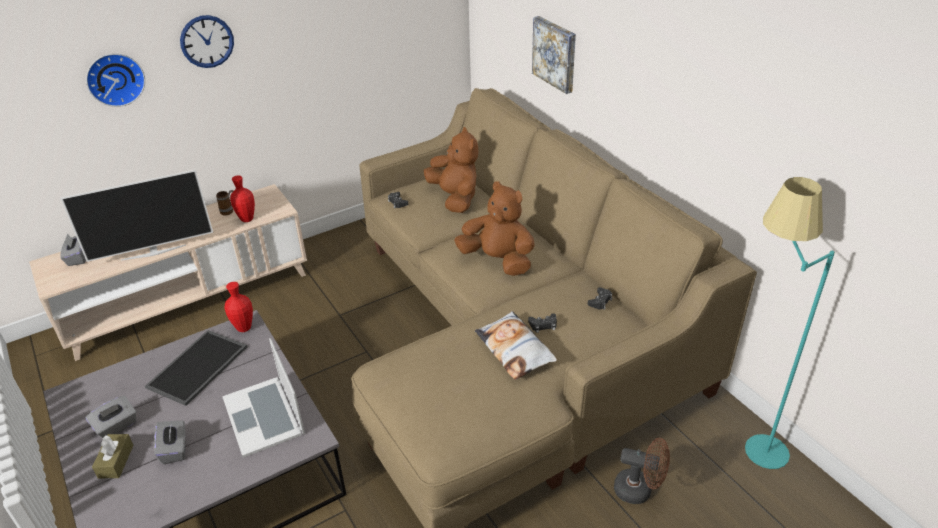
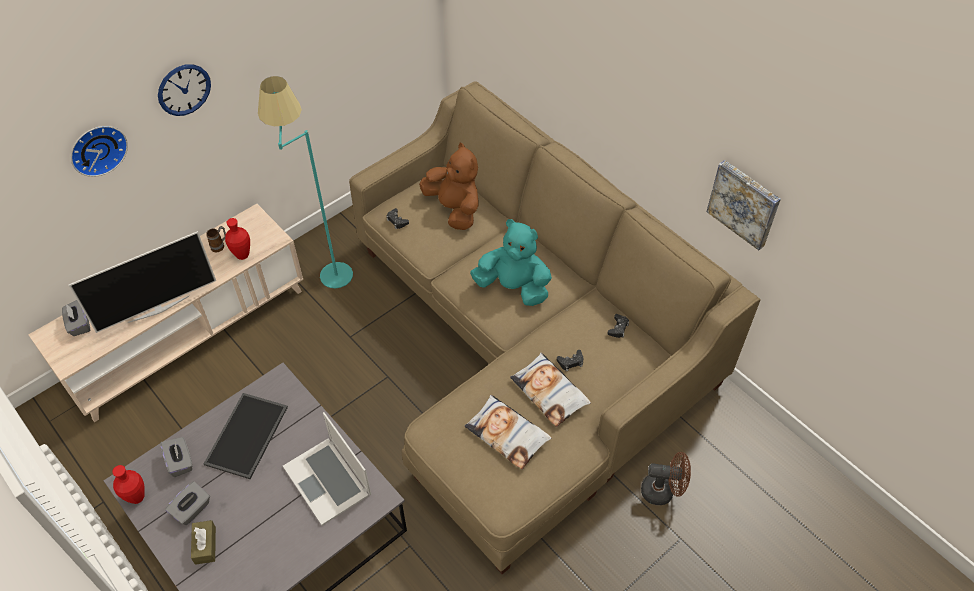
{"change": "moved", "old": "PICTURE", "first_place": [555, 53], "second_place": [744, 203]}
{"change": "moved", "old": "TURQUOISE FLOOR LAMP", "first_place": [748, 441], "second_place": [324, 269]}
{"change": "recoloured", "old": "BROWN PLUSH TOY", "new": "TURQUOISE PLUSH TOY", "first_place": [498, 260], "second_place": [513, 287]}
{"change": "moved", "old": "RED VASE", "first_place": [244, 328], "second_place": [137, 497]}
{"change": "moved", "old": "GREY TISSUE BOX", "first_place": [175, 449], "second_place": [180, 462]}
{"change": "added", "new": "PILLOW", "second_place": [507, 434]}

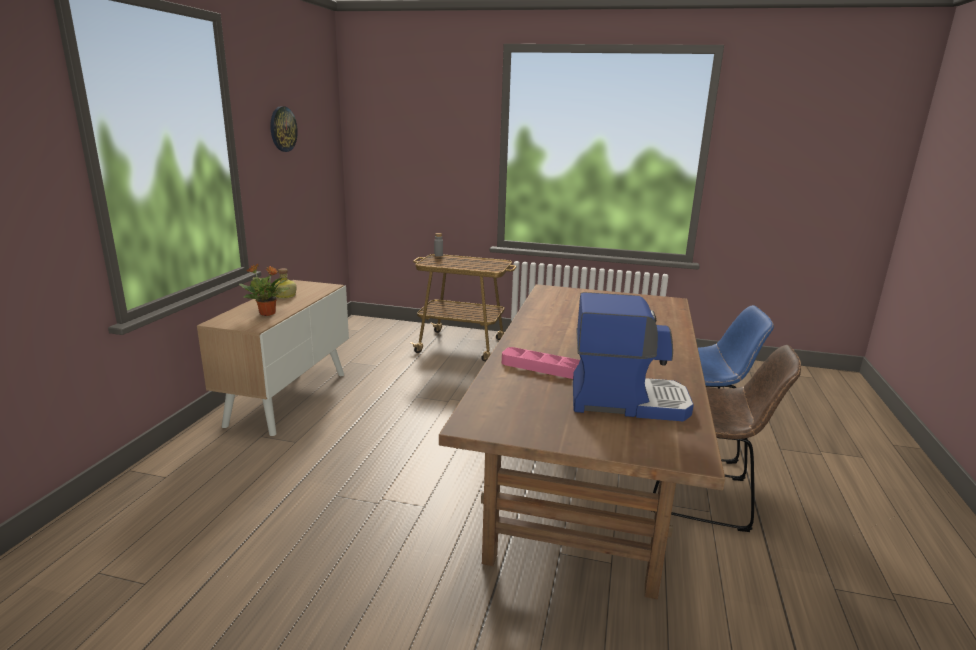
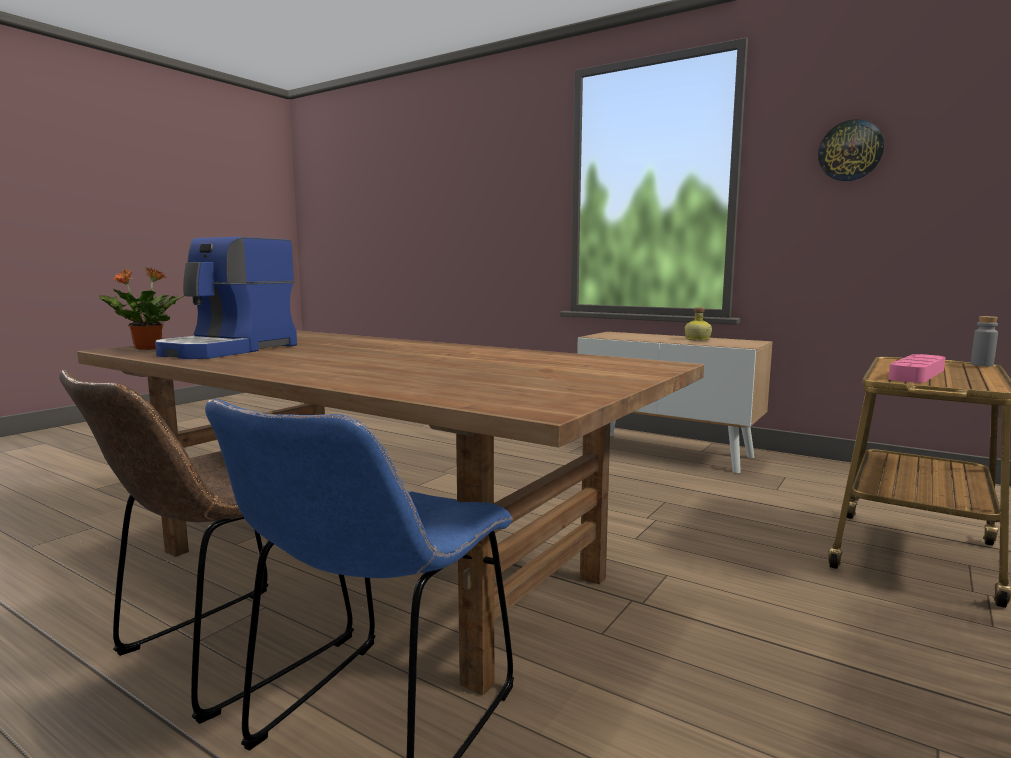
{"change": "moved", "old": "POTTED PLANT", "first_place": [268, 314], "second_place": [146, 348]}
{"change": "moved", "old": "PINK TRAY", "first_place": [542, 367], "second_place": [917, 374]}

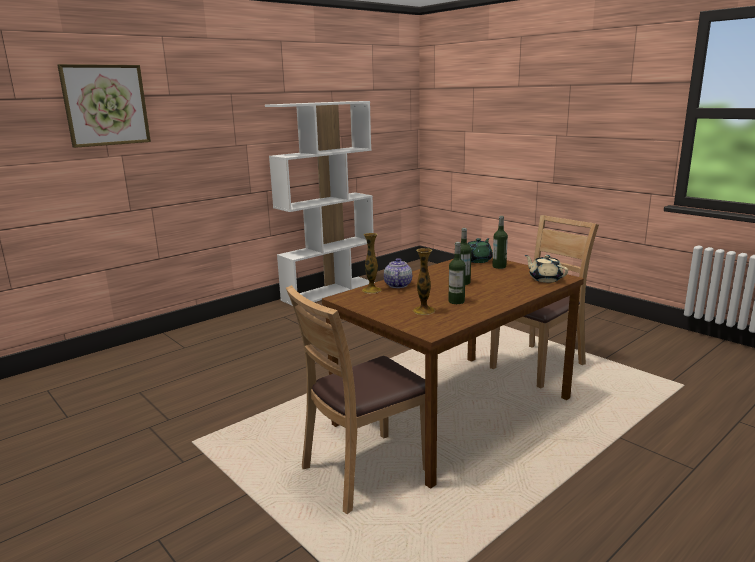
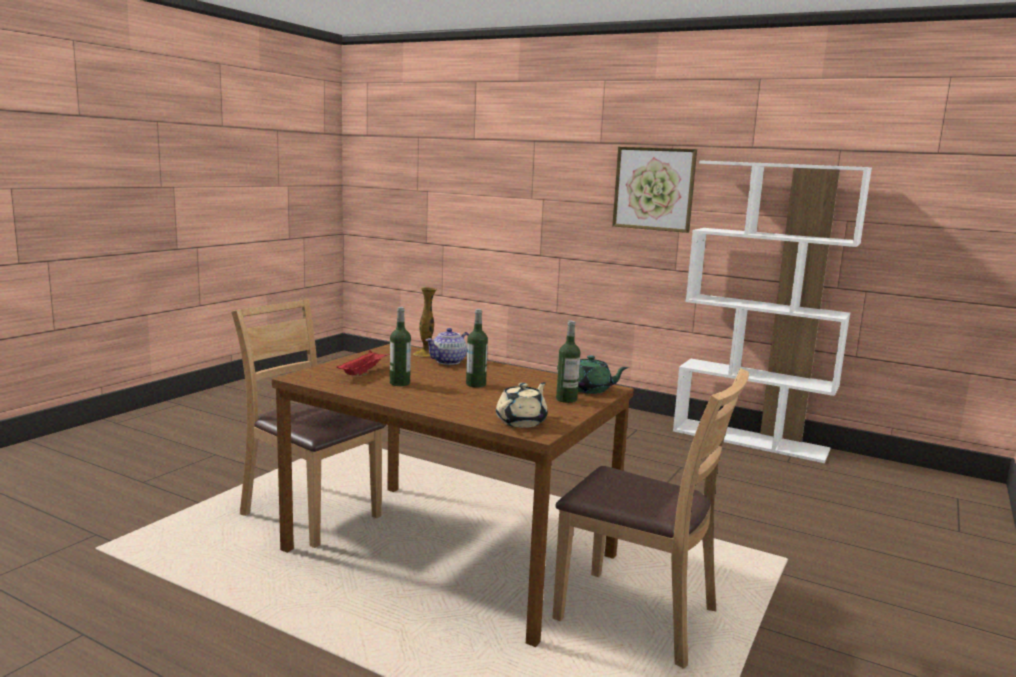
{"change": "moved", "old": "PICTURE", "first_place": [106, 105], "second_place": [654, 189]}
{"change": "replaced", "old": "VASE", "new": "RED TRAY", "first_place": [423, 310], "second_place": [363, 373]}
{"change": "turned", "old": "TEAPOT", "first_place": [397, 285], "second_place": [449, 361], "degrees": 150}

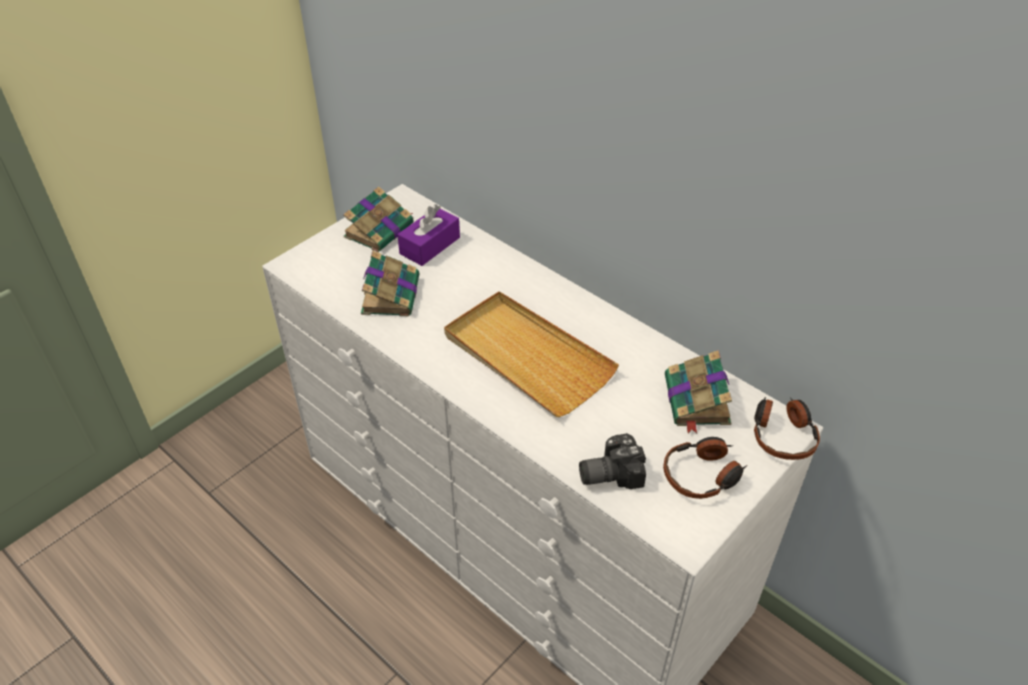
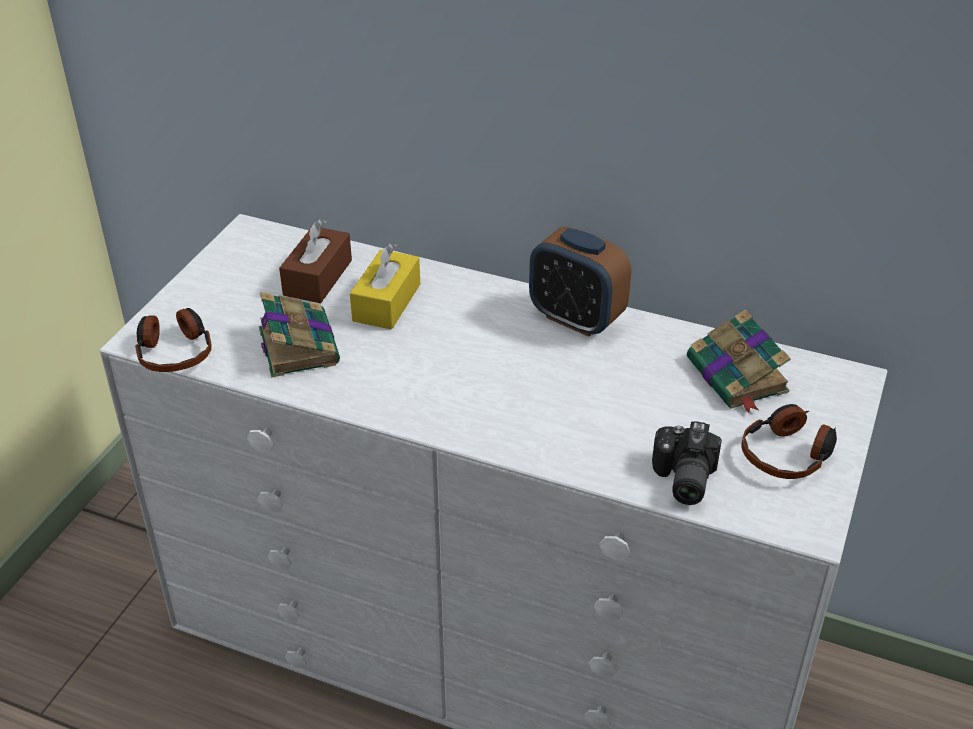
{"change": "removed", "old": "BOOK", "first_place": [380, 229]}
{"change": "recoloured", "old": "PURPLE TISSUE BOX", "new": "BROWN TISSUE BOX", "first_place": [430, 245], "second_place": [318, 278]}
{"change": "removed", "old": "BEIGE TRAY", "first_place": [526, 357]}
{"change": "moved", "old": "HEADPHONES", "first_place": [782, 434], "second_place": [174, 351]}
{"change": "turned", "old": "PHOTO CAMERA", "first_place": [609, 472], "second_place": [681, 479], "degrees": -45}
{"change": "added", "new": "ALARM CLOCK", "second_place": [576, 319]}
{"change": "added", "new": "YELLOW TISSUE BOX", "second_place": [386, 302]}

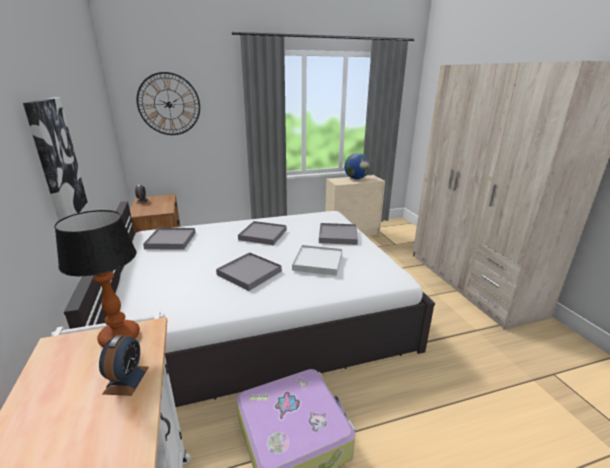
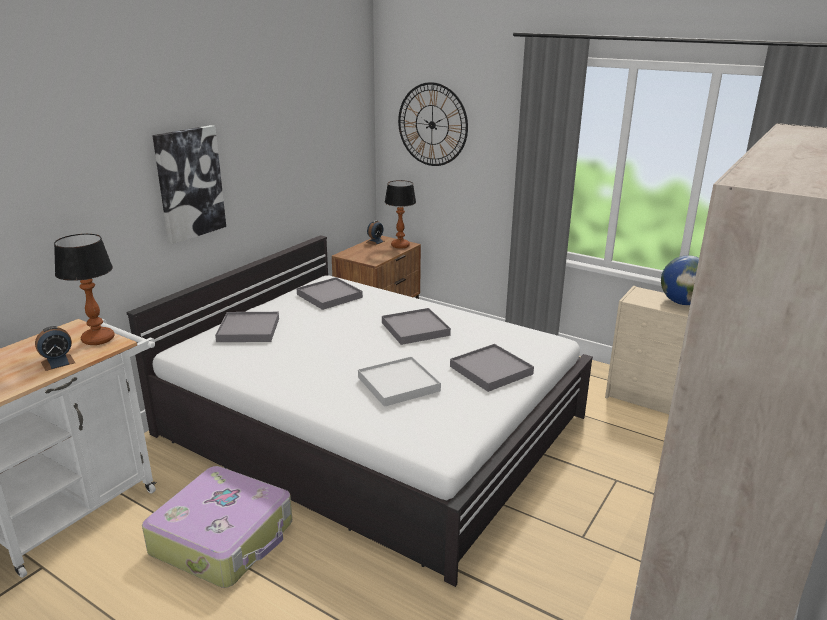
{"change": "moved", "old": "GREY TRAY", "first_place": [249, 273], "second_place": [248, 330]}
{"change": "added", "new": "TABLE LAMP", "second_place": [400, 246]}

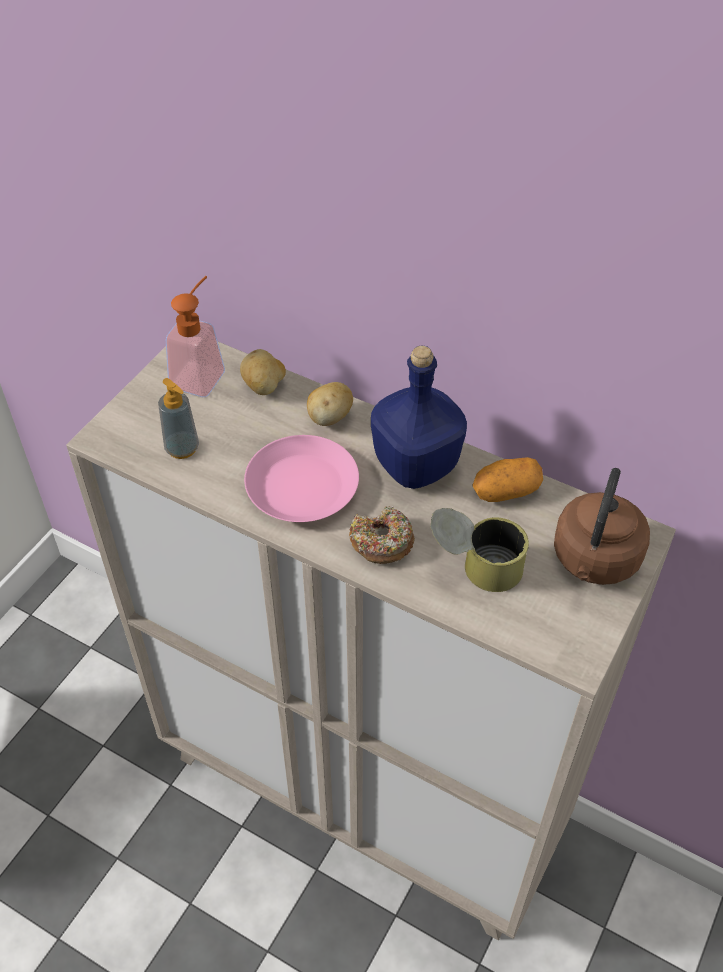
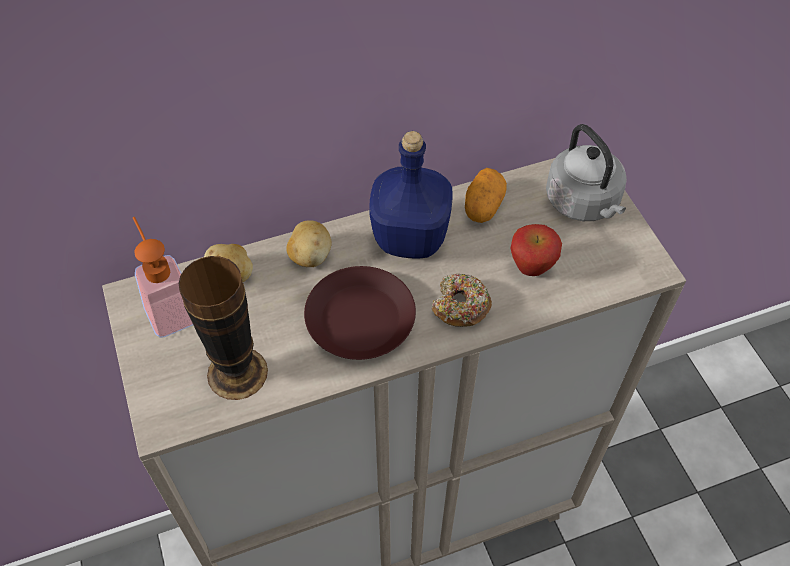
{"change": "replaced", "old": "SOAP DISPENSER", "new": "VASE", "first_place": [182, 448], "second_place": [237, 373]}
{"change": "recoloured", "old": "PINK PLATE", "new": "BROWN PLATE", "first_place": [301, 487], "second_place": [360, 320]}
{"change": "recoloured", "old": "BROWN KETTLE", "new": "GREY KETTLE", "first_place": [594, 561], "second_place": [584, 203]}
{"change": "replaced", "old": "CAN", "new": "APPLE", "first_place": [475, 566], "second_place": [531, 268]}

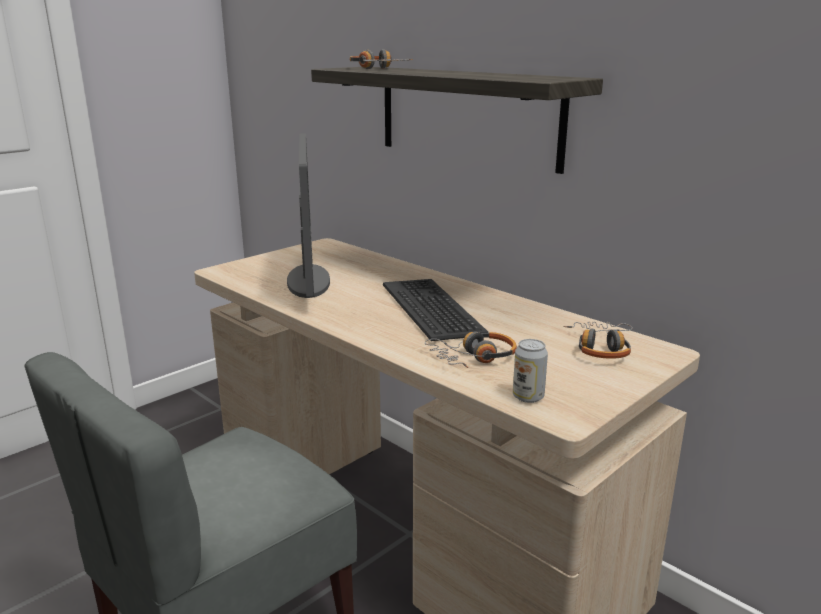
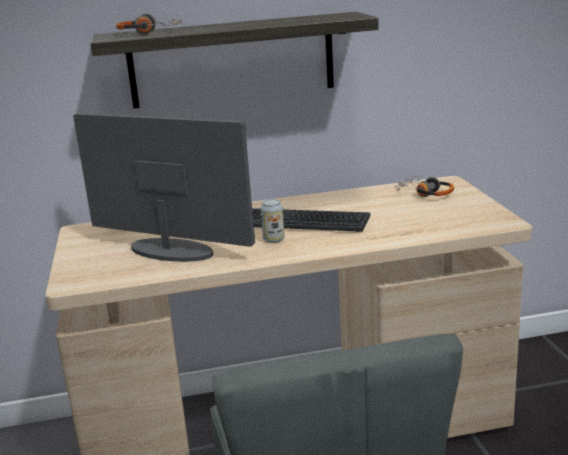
{"change": "removed", "old": "HEADPHONES", "first_place": [473, 358]}
{"change": "moved", "old": "CAN", "first_place": [528, 397], "second_place": [273, 239]}

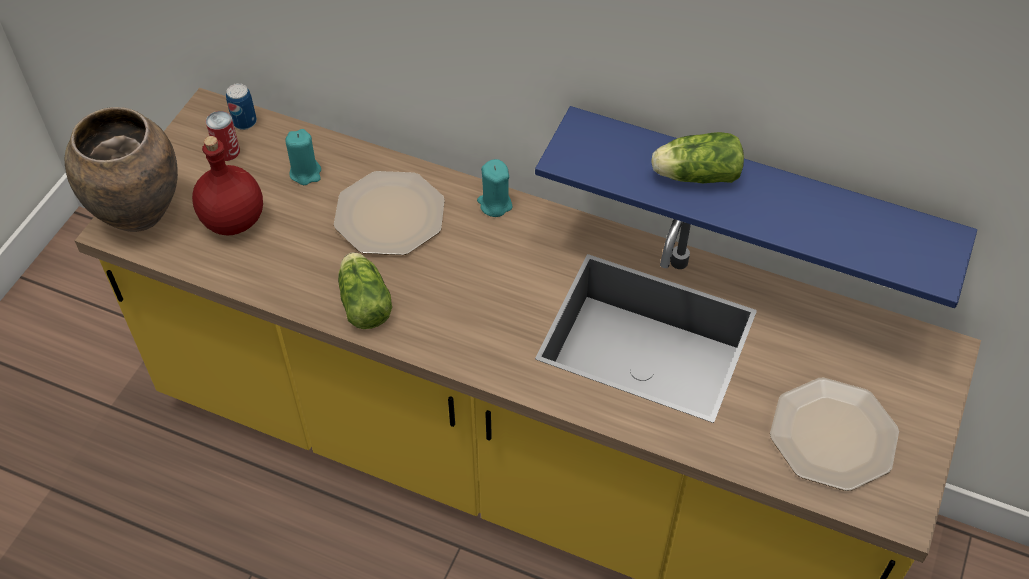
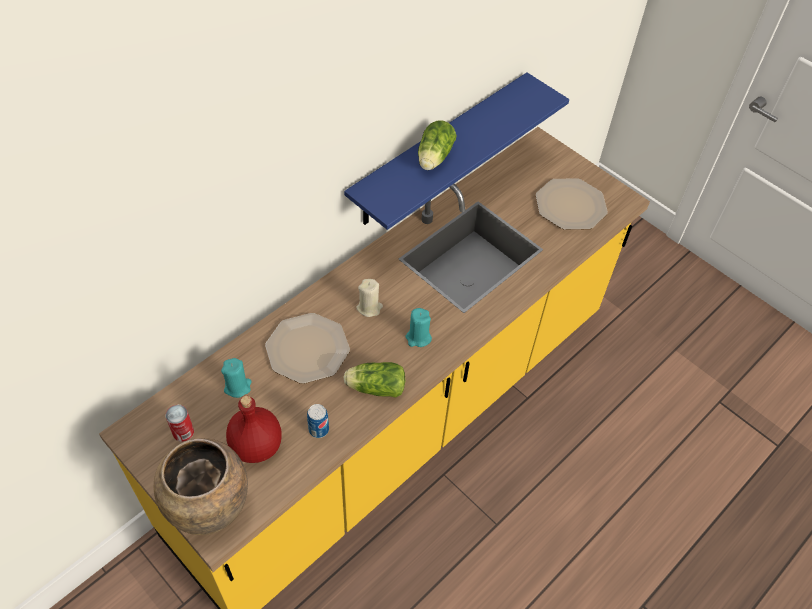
{"change": "moved", "old": "CAN", "first_place": [244, 122], "second_place": [318, 429]}
{"change": "moved", "old": "TURQUOISE CANDLE", "first_place": [495, 204], "second_place": [418, 338]}
{"change": "added", "new": "BEIGE CANDLE", "second_place": [369, 308]}

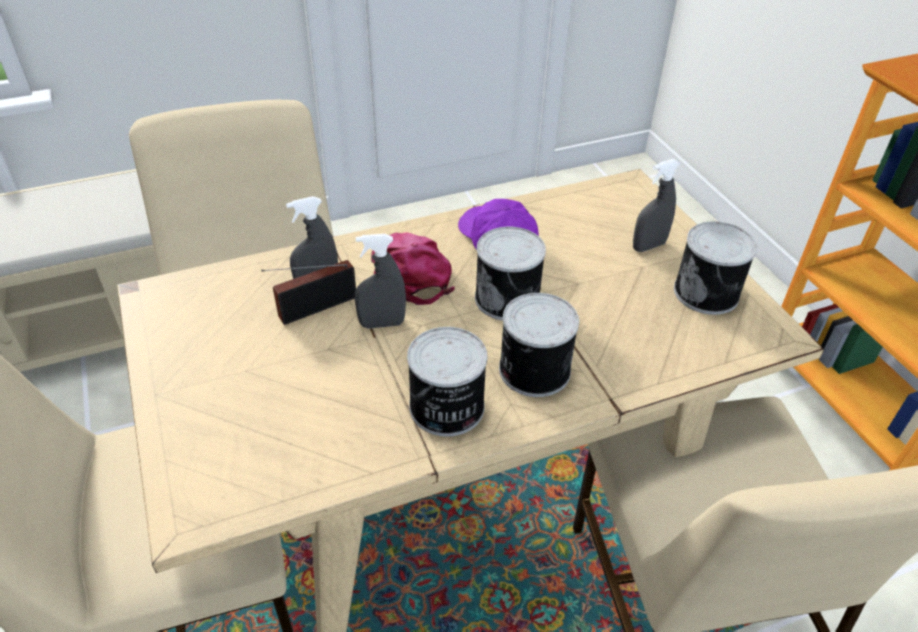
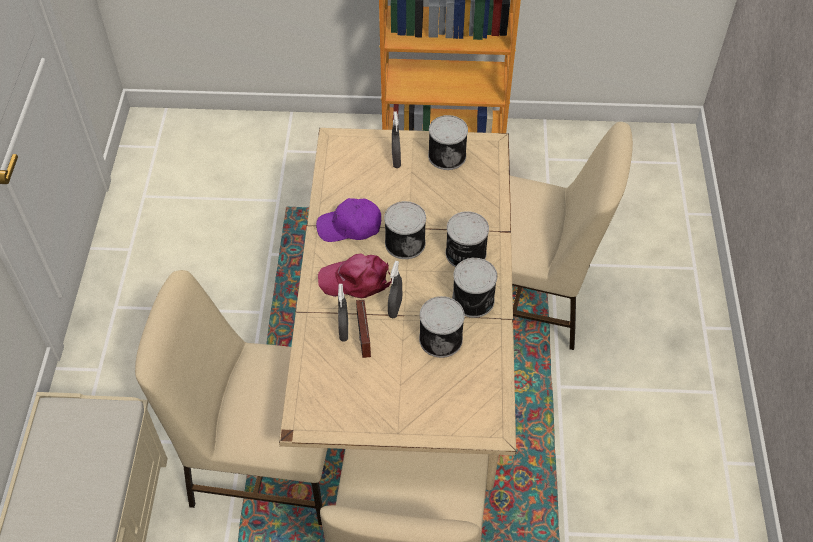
{"change": "added", "new": "CAN", "second_place": [441, 338]}

